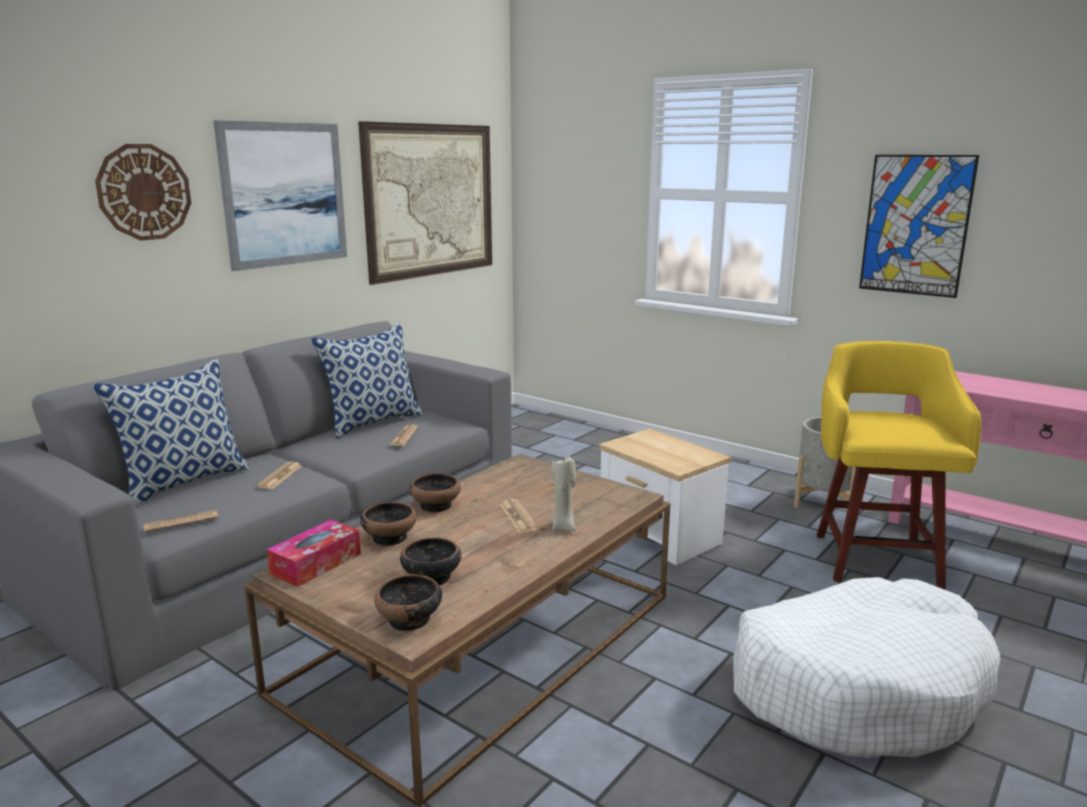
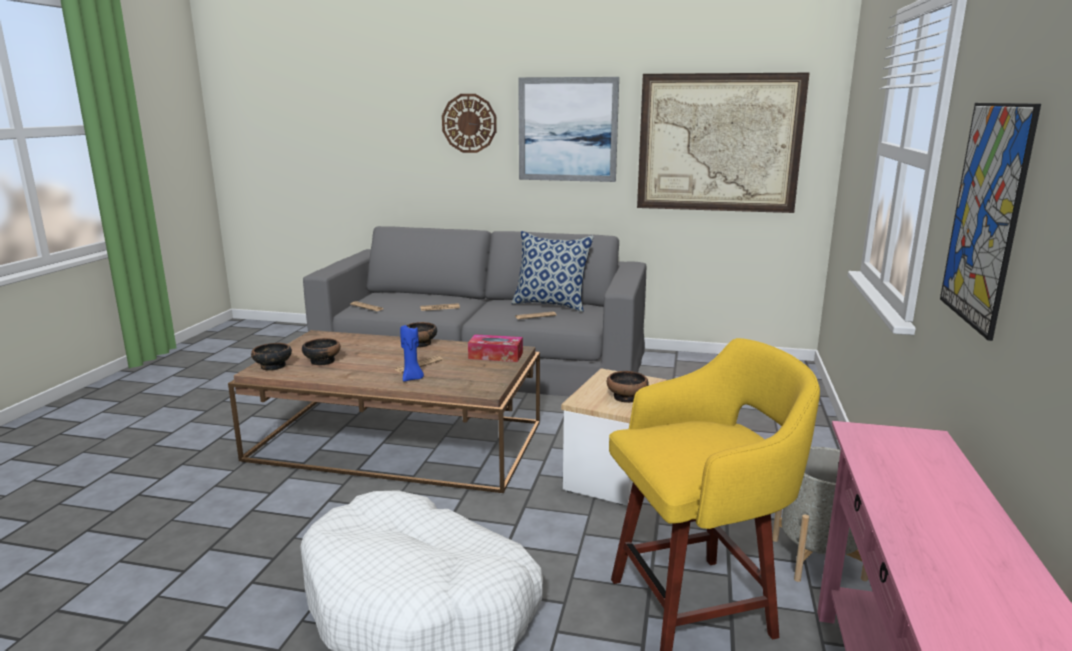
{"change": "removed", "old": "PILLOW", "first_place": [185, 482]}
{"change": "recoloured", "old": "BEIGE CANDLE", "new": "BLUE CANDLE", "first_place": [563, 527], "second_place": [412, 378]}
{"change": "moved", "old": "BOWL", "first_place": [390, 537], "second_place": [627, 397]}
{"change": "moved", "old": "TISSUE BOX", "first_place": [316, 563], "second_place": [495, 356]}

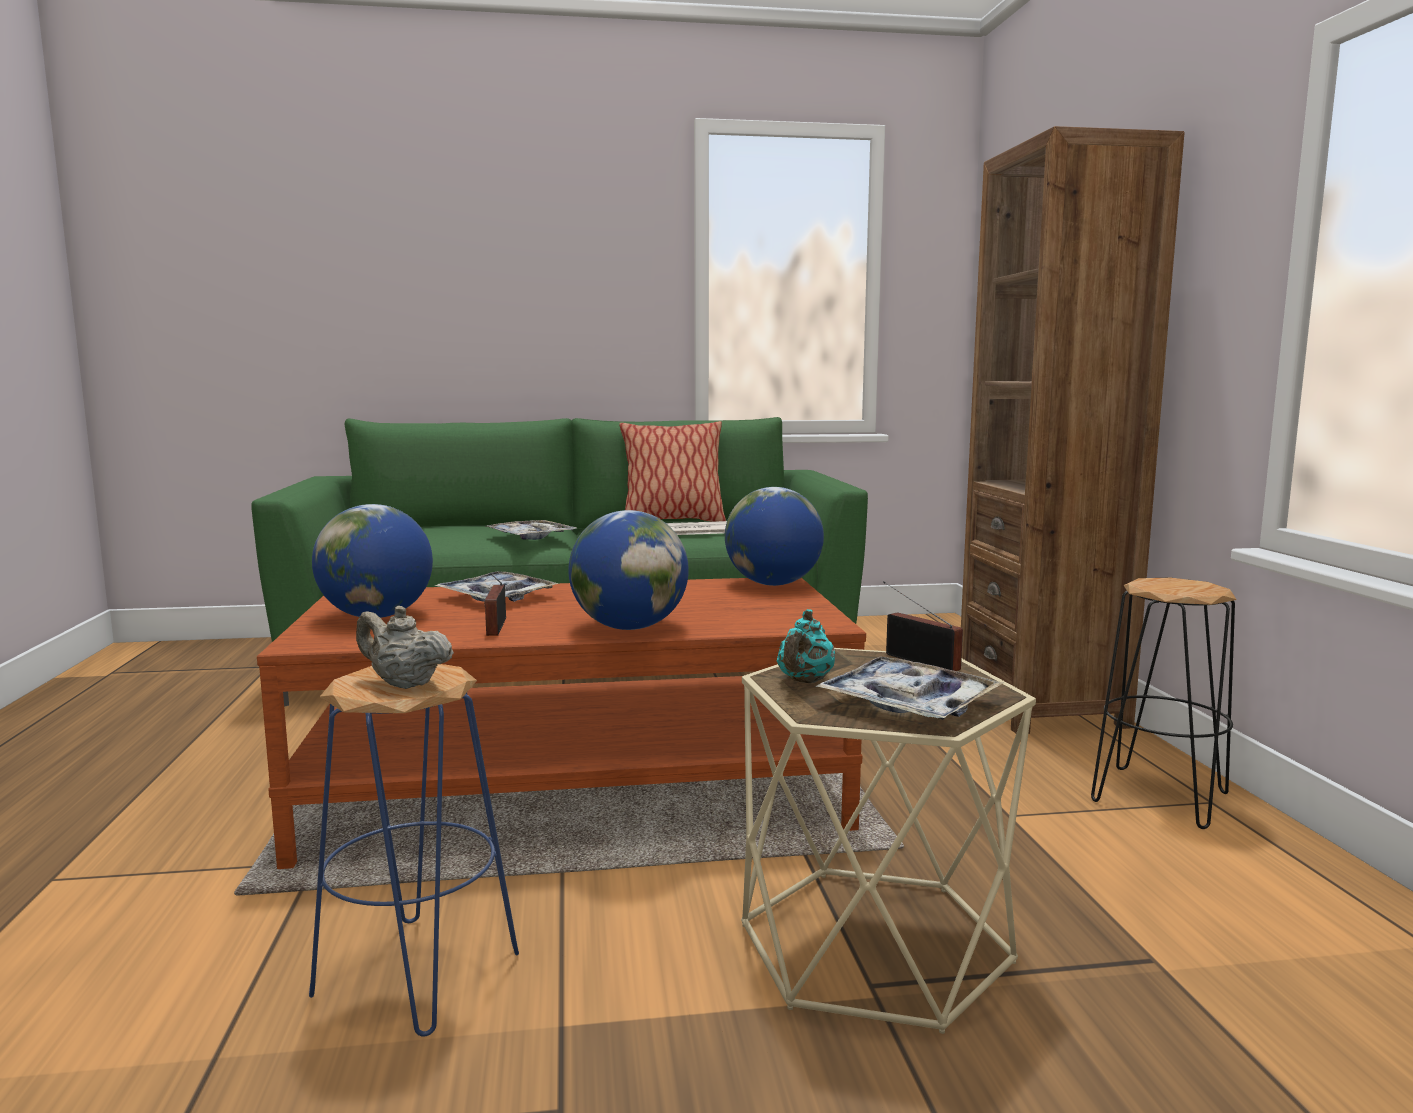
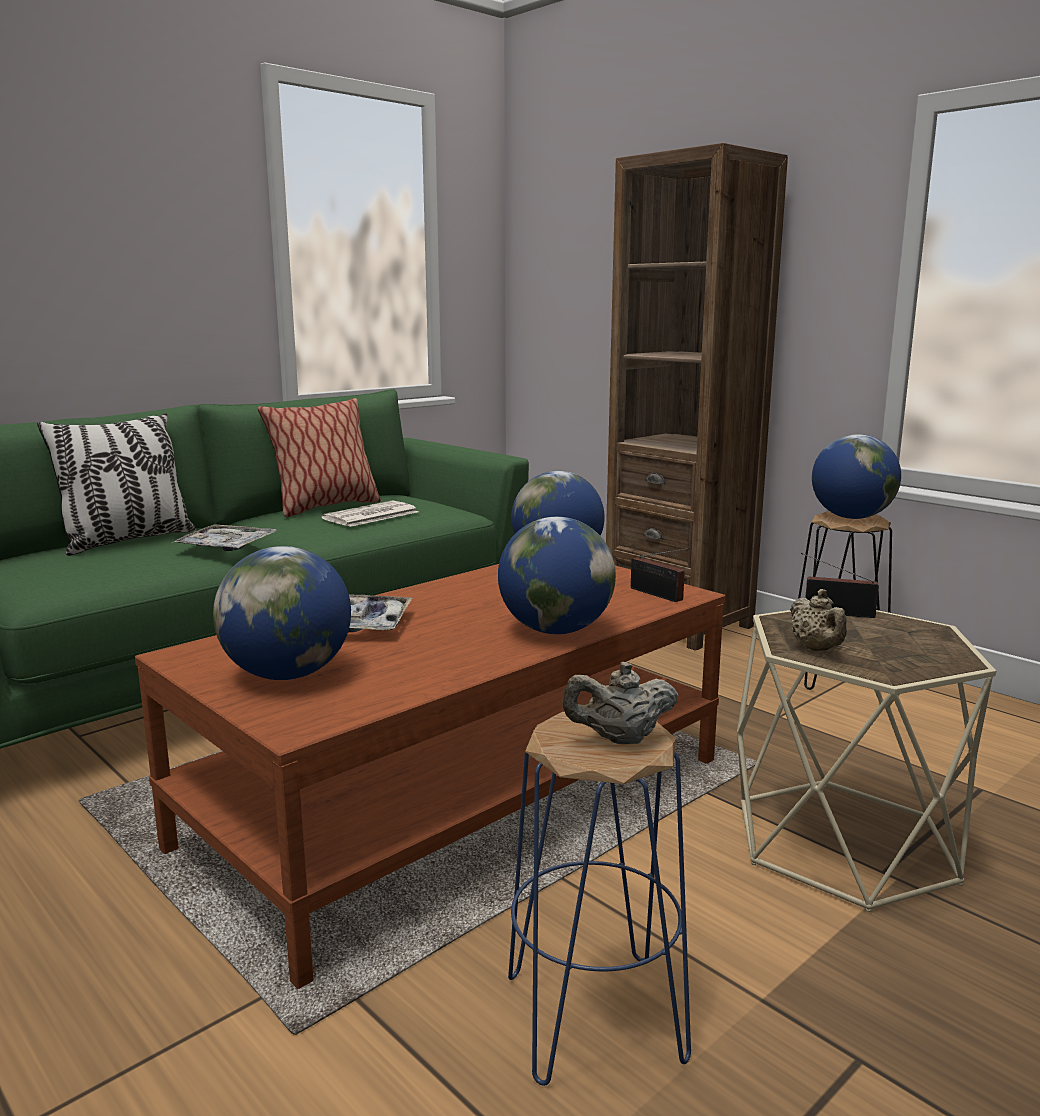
{"change": "moved", "old": "RADIO", "first_place": [495, 627], "second_place": [658, 595]}
{"change": "recoloured", "old": "TURQUOISE TEAPOT", "new": "BEIGE TEAPOT", "first_place": [804, 681], "second_place": [816, 649]}
{"change": "removed", "old": "TRAY", "first_place": [908, 704]}
{"change": "added", "new": "PILLOW", "second_place": [127, 541]}
{"change": "added", "new": "GLOBE", "second_place": [851, 517]}

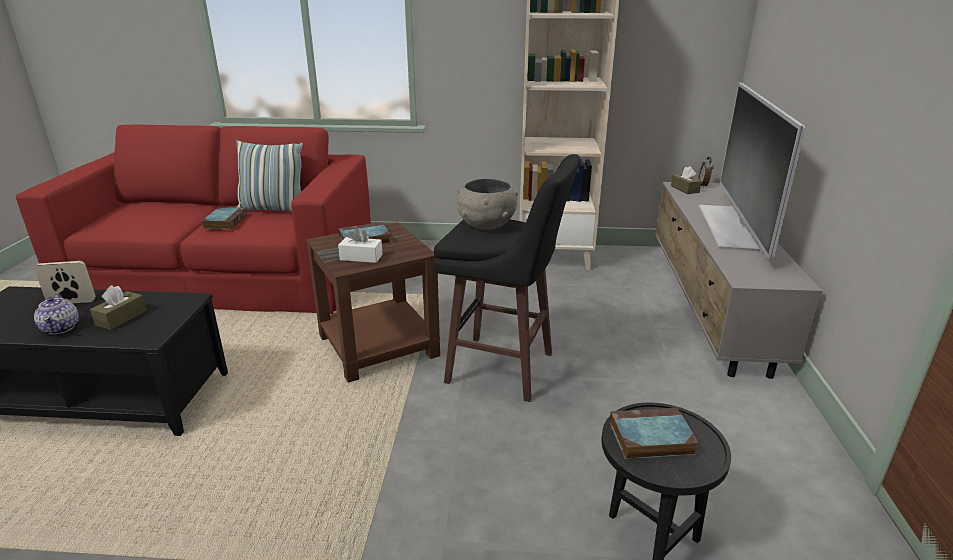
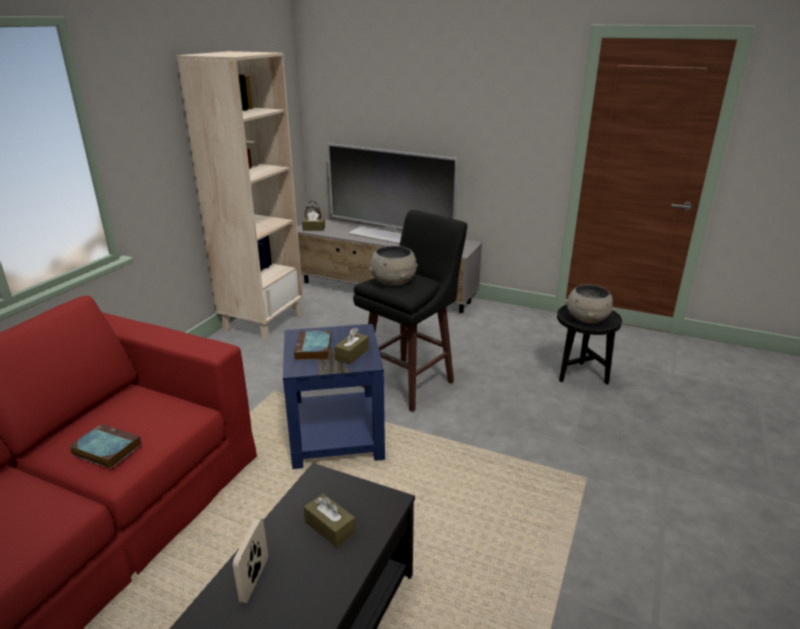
{"change": "removed", "old": "PILLOW", "first_place": [272, 209]}
{"change": "recoloured", "old": "BROWN SIDE TABLE", "new": "BLUE SIDE TABLE", "first_place": [377, 347], "second_place": [338, 436]}
{"change": "recoloured", "old": "WHITE TISSUE BOX", "new": "BROWN TISSUE BOX", "first_place": [361, 257], "second_place": [352, 354]}
{"change": "removed", "old": "TEAPOT", "first_place": [61, 328]}
{"change": "replaced", "old": "BOOK", "new": "GREY BOWL", "first_place": [649, 438], "second_place": [587, 318]}

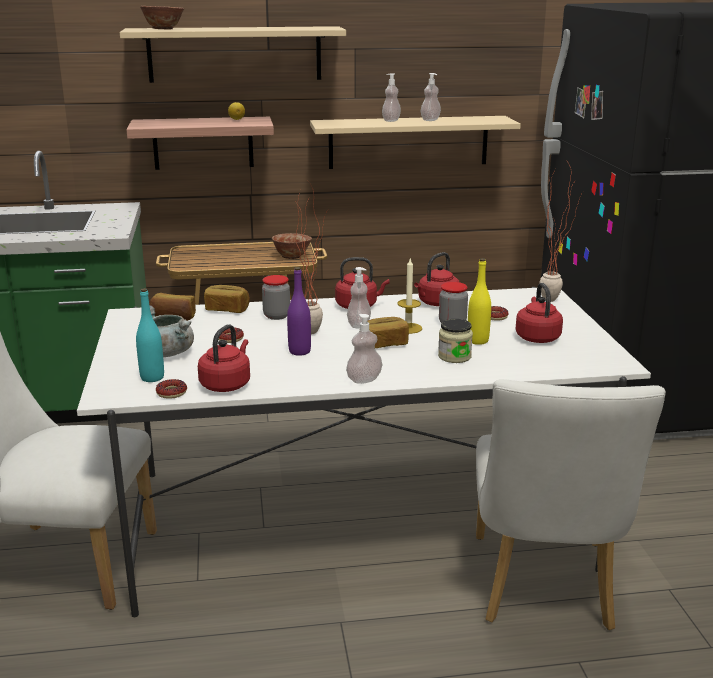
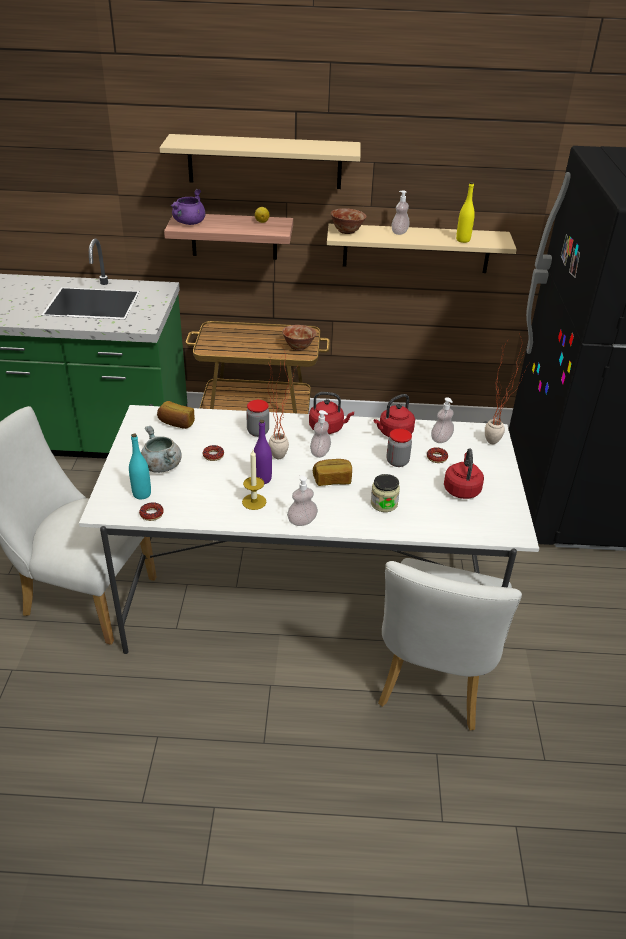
{"change": "moved", "old": "BOWL", "first_place": [163, 29], "second_place": [347, 231]}
{"change": "moved", "old": "SOAP DISPENSER", "first_place": [430, 120], "second_place": [441, 439]}
{"change": "moved", "old": "CANDLE", "first_place": [408, 328], "second_place": [254, 502]}
{"change": "moved", "old": "YELLOW BOTTLE", "first_place": [477, 341], "second_place": [463, 240]}
{"change": "removed", "old": "BREAD", "first_place": [227, 309]}
{"change": "removed", "old": "RED KETTLE", "first_place": [227, 384]}
{"change": "added", "new": "PURPLE COOKING POT", "second_place": [189, 223]}

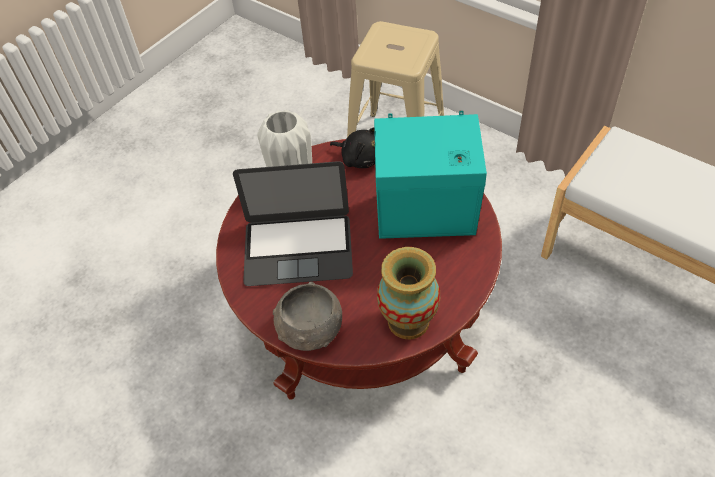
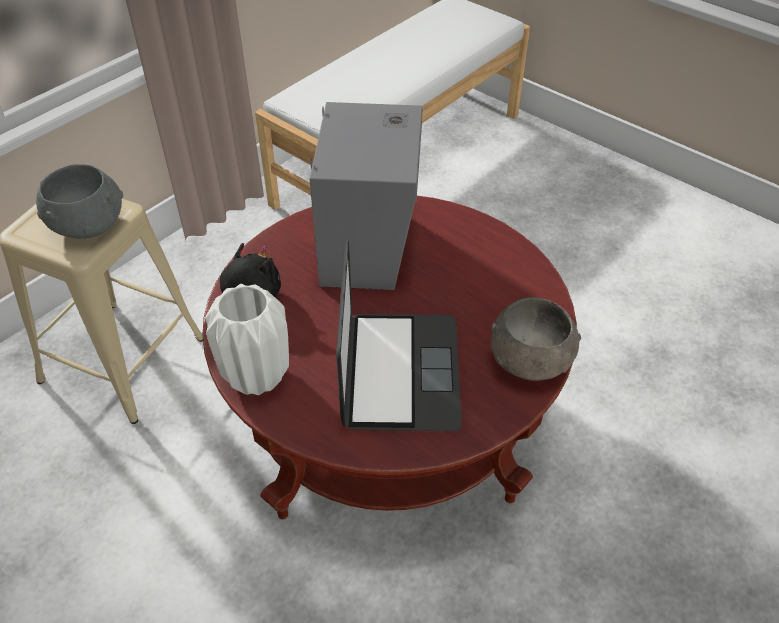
{"change": "recoloured", "old": "TURQUOISE SPEAKER", "new": "GREY SPEAKER", "first_place": [428, 218], "second_place": [369, 246]}
{"change": "removed", "old": "VASE", "first_place": [408, 321]}
{"change": "added", "new": "GREY BOWL", "second_place": [87, 224]}

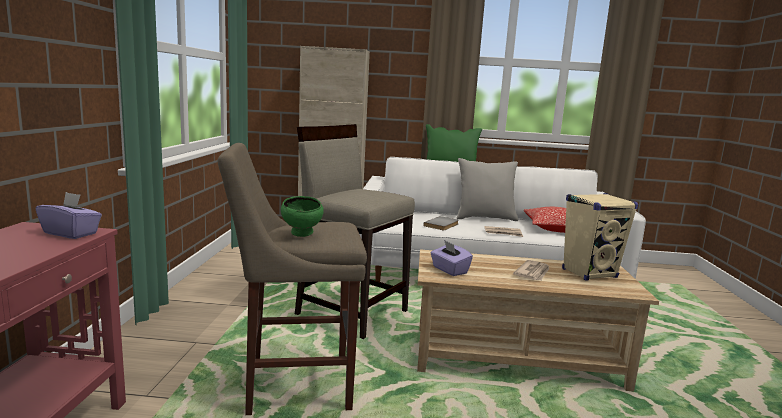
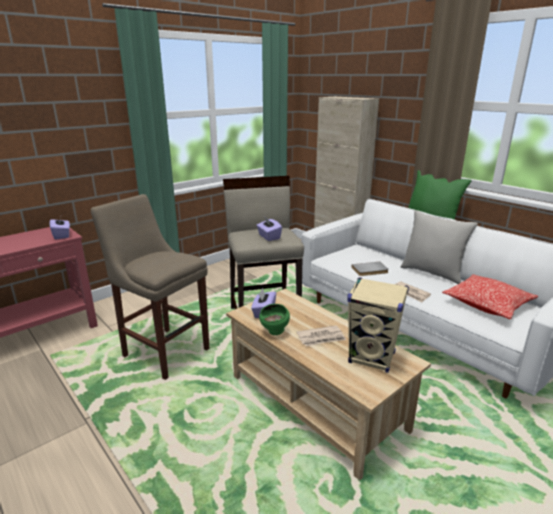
{"change": "moved", "old": "GREEN BOWL", "first_place": [302, 234], "second_place": [275, 332]}
{"change": "added", "new": "PURPLE TISSUE BOX", "second_place": [269, 237]}

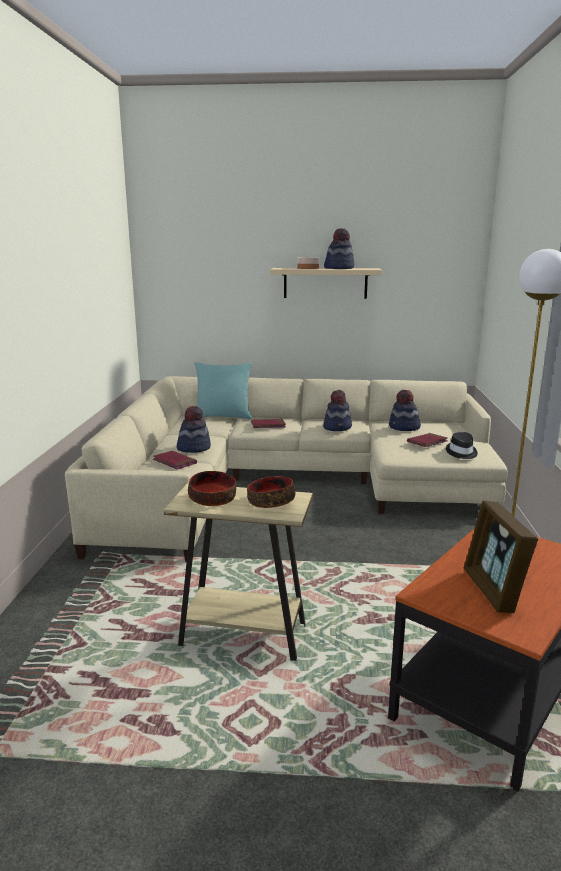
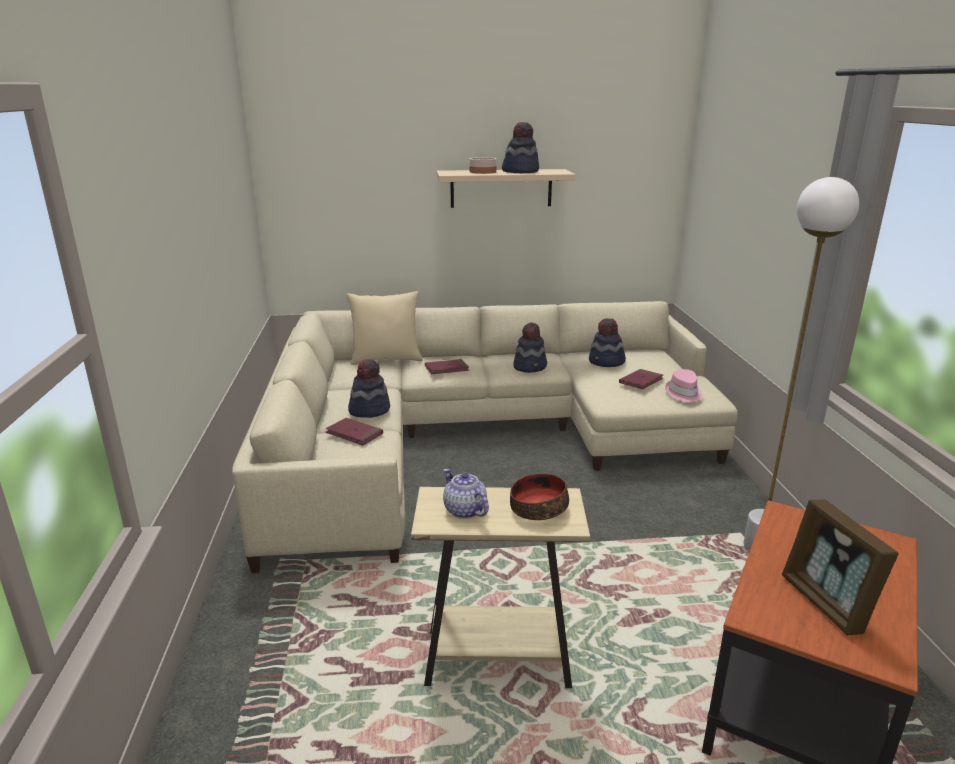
{"change": "recoloured", "old": "TURQUOISE PILLOW", "new": "BEIGE PILLOW", "first_place": [224, 417], "second_place": [386, 359]}
{"change": "recoloured", "old": "BLACK HAT", "new": "PINK HAT", "first_place": [461, 452], "second_place": [683, 393]}
{"change": "replaced", "old": "BOWL", "new": "TEAPOT", "first_place": [212, 499], "second_place": [464, 510]}

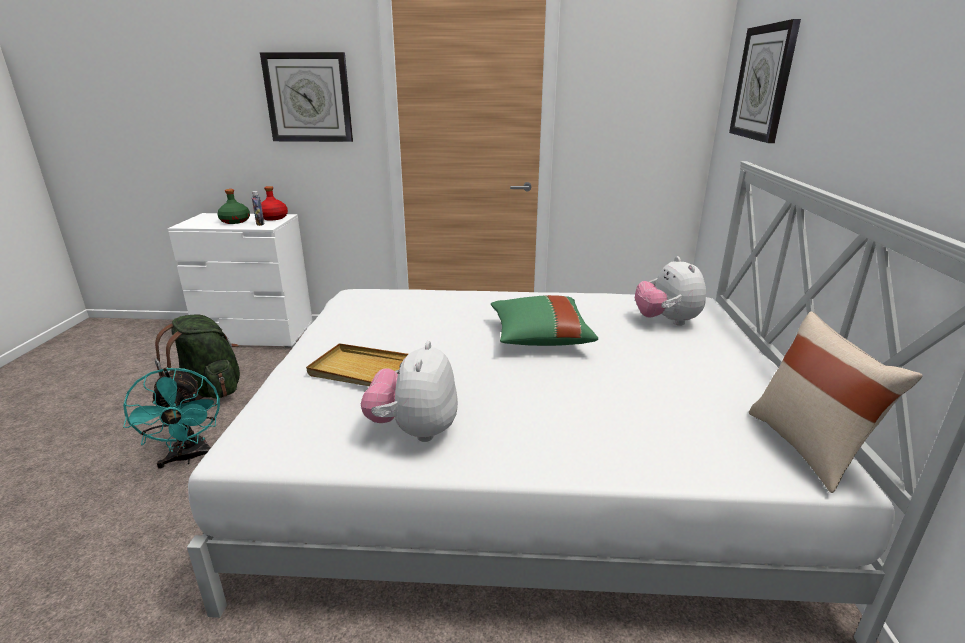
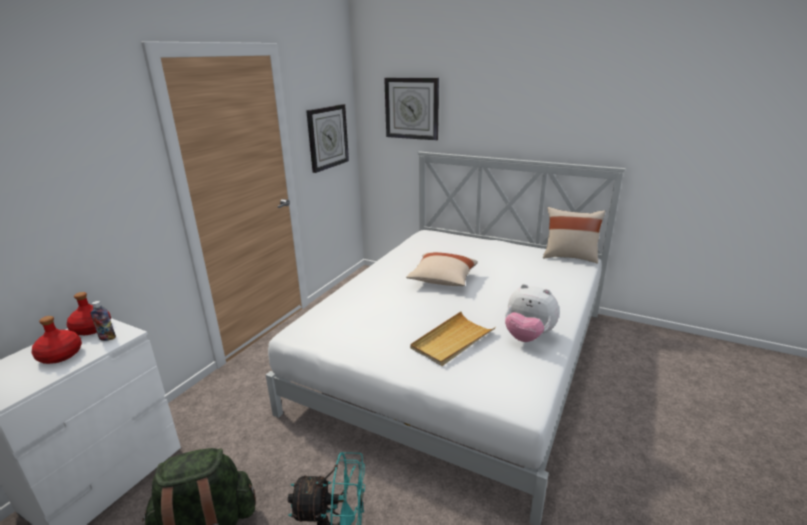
{"change": "moved", "old": "WALL CLOCK", "first_place": [308, 98], "second_place": [327, 137]}
{"change": "recoloured", "old": "GREEN BOTTLE", "new": "RED BOTTLE", "first_place": [235, 221], "second_place": [61, 355]}
{"change": "removed", "old": "PLUSH TOY", "first_place": [666, 321]}
{"change": "recoloured", "old": "GREEN PILLOW", "new": "BEIGE PILLOW", "first_place": [539, 337], "second_place": [442, 280]}

